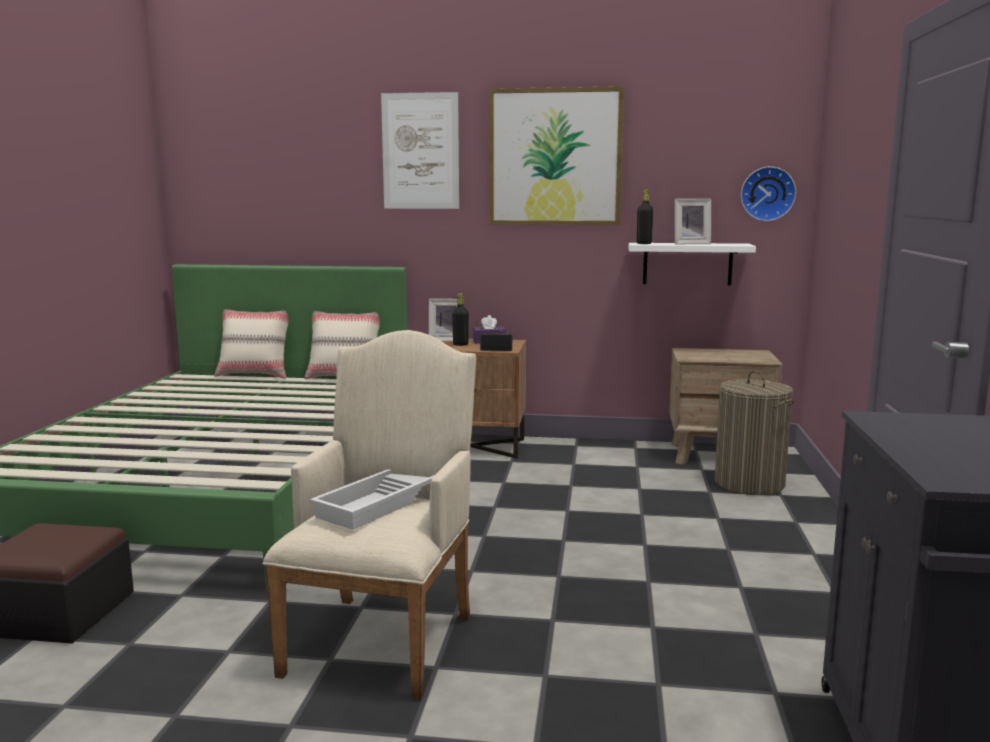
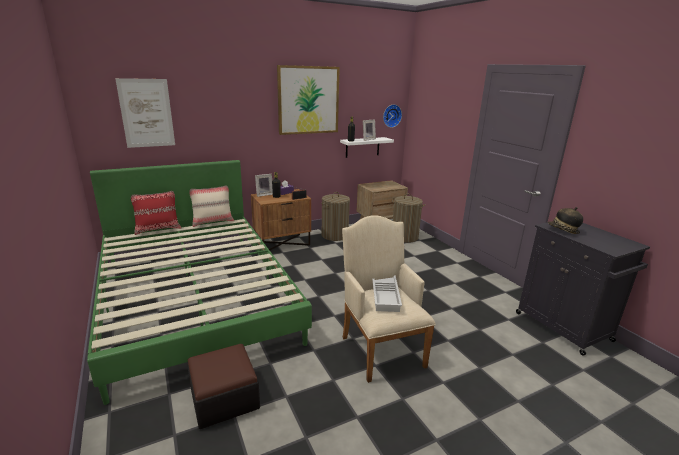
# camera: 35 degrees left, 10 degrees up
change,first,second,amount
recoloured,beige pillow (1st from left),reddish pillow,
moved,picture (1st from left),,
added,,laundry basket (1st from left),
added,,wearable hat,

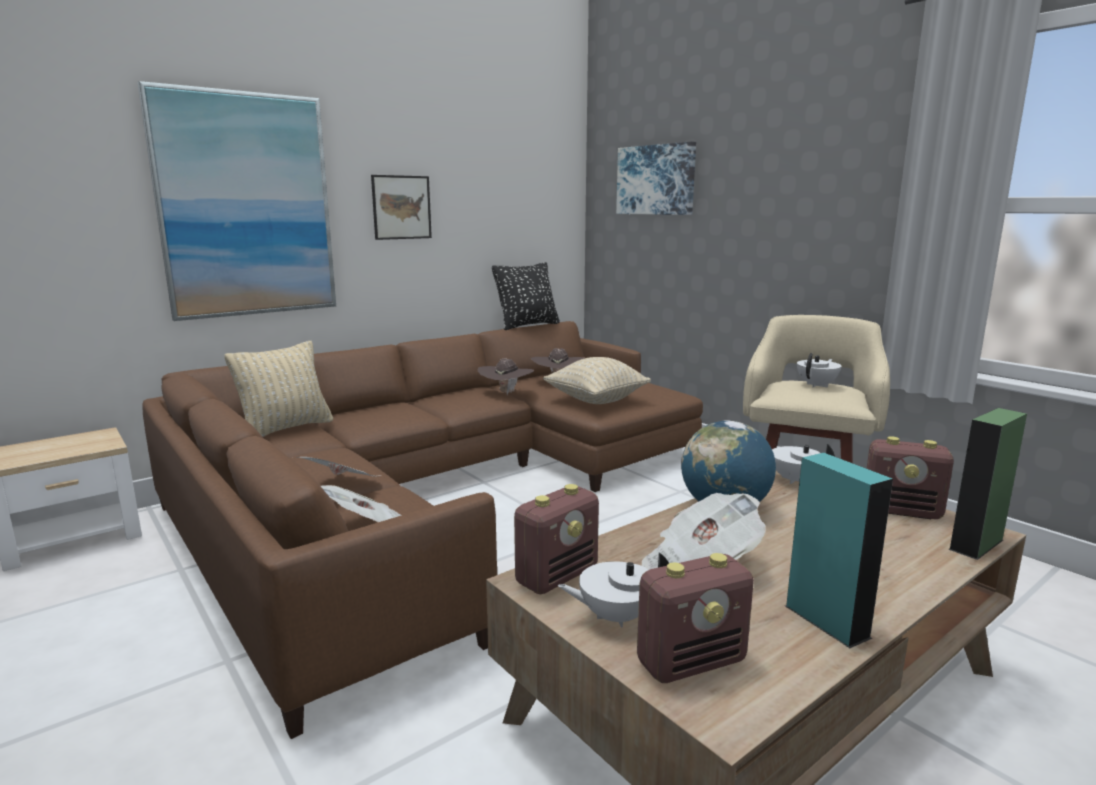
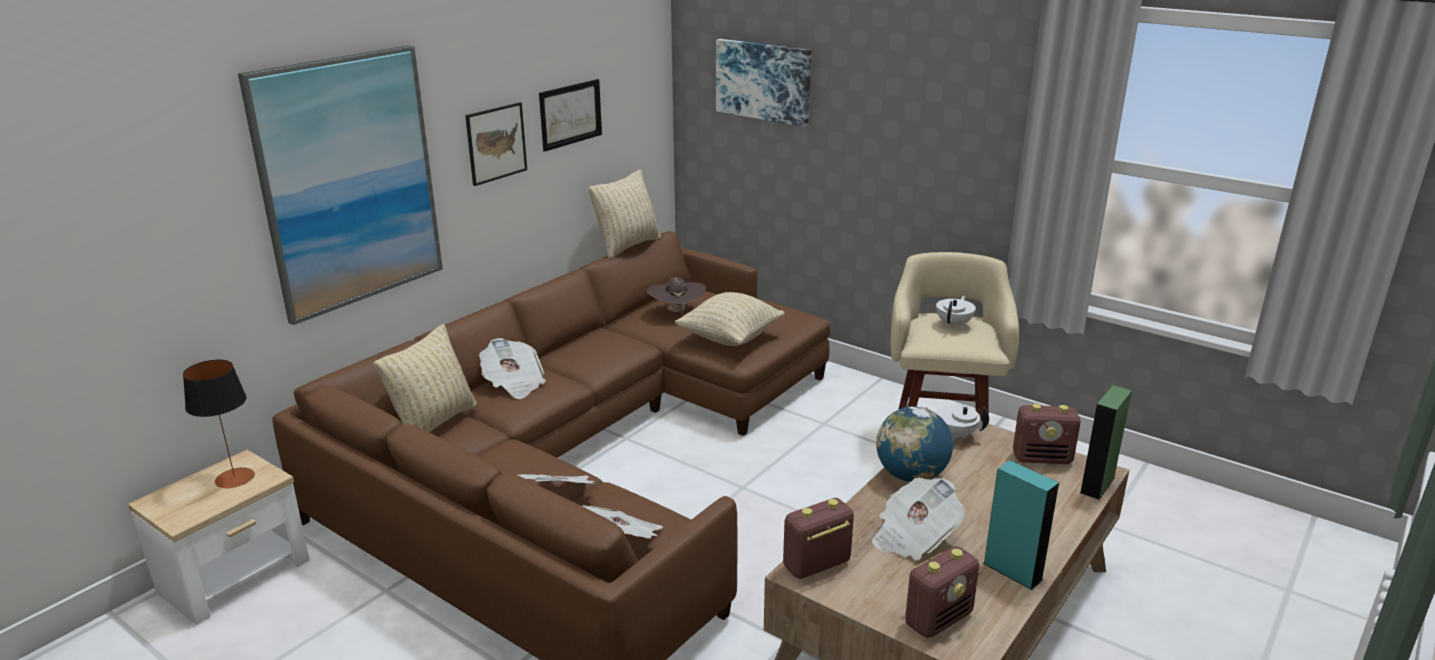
# camera: 15 degrees left, 10 degrees up
change,first,second,amount
removed,brown-coloured wearable hat (1st from left),,
recoloured,black pillow,beige pillow (2nd from left),
turned,radio receiver (1st from left),,150 degrees counterclockwise
removed,whitish pot for tea (1st from left),,
added,,lamp for a table,
added,,daily paper (1st from left),
added,,picture (3rd from left),

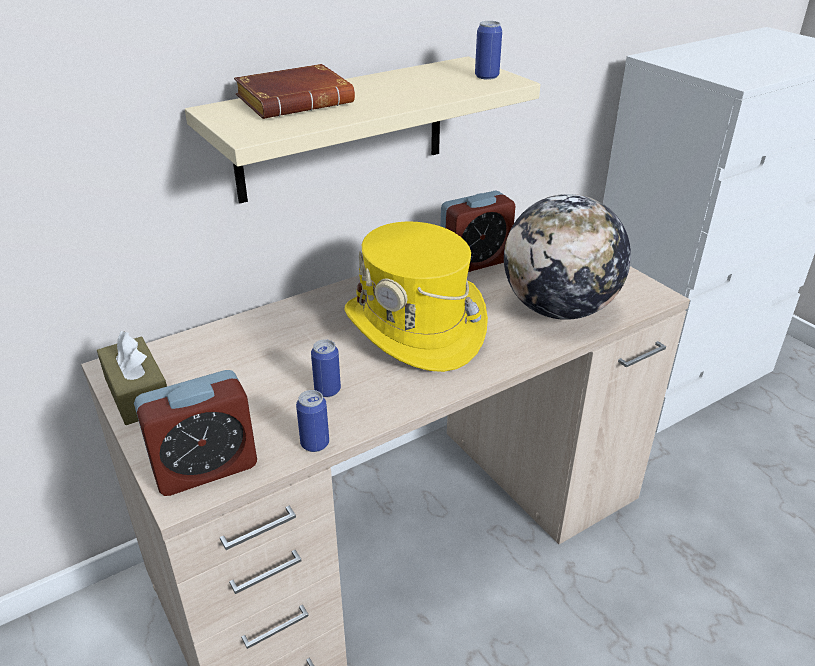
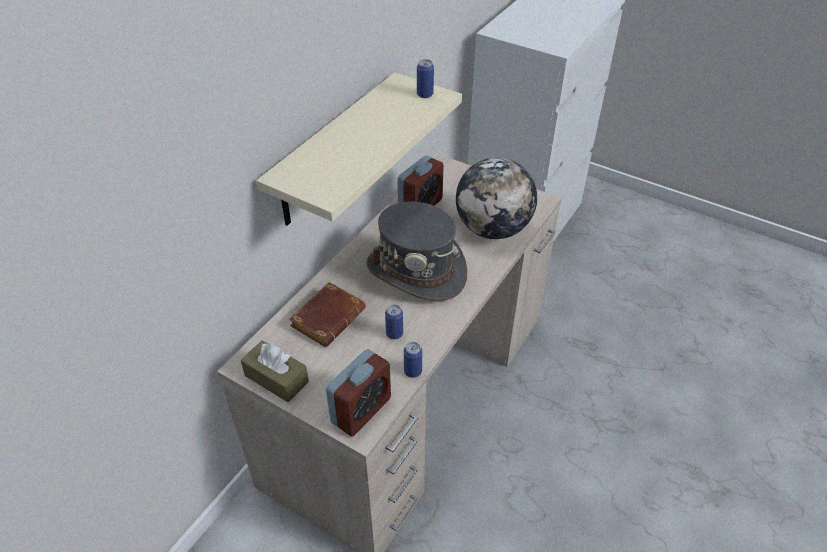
# camera: 25 degrees left, 10 degrees up
change,first,second,amount
moved,brown-coloured bound book,,
recoloured,yellow-coloured wearable hat,greyish wearable hat,

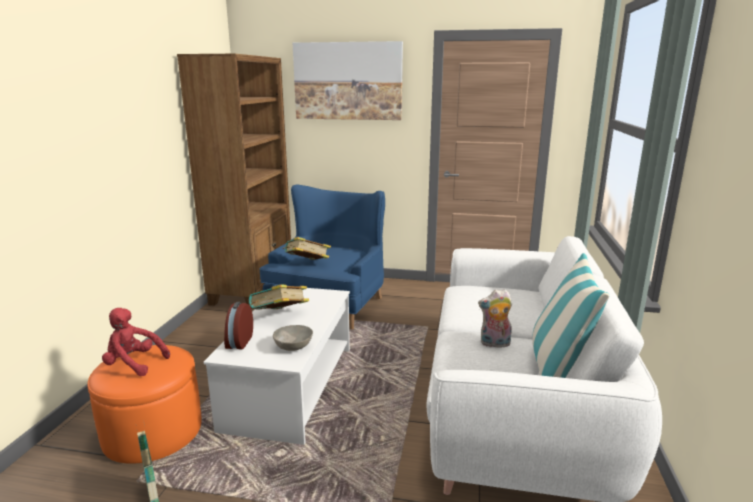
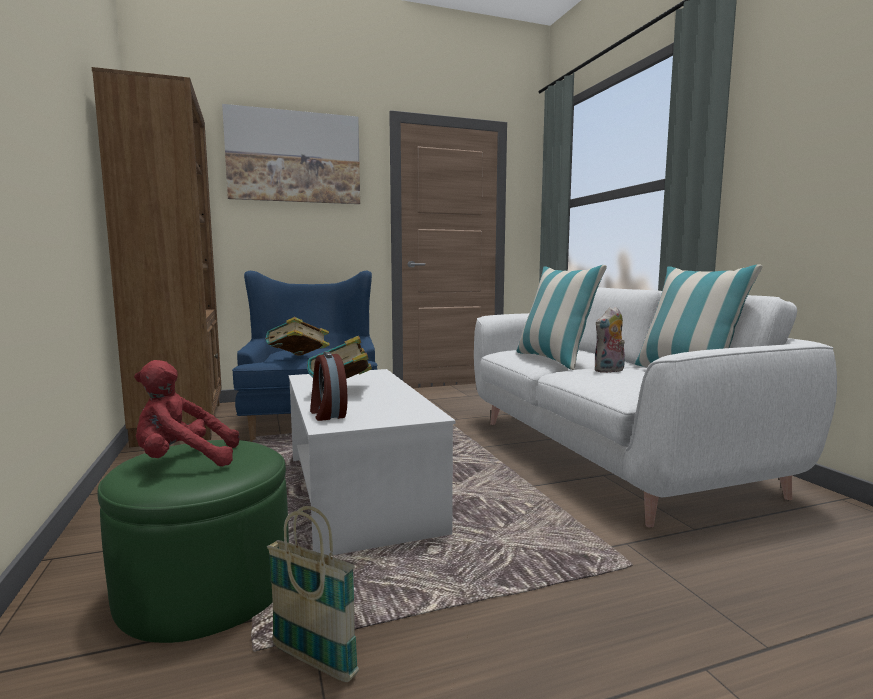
# camera: 30 degrees left, 10 degrees down
change,first,second,amount
recoloured,orangey footrest,green-coloured footrest,
removed,greyish serving bowl,,
added,,pillow (1st from left),

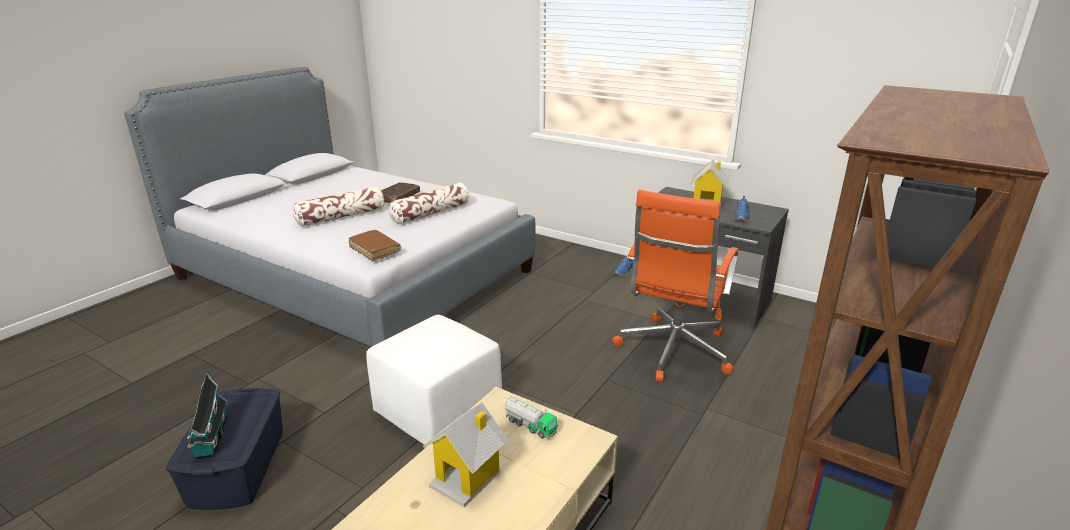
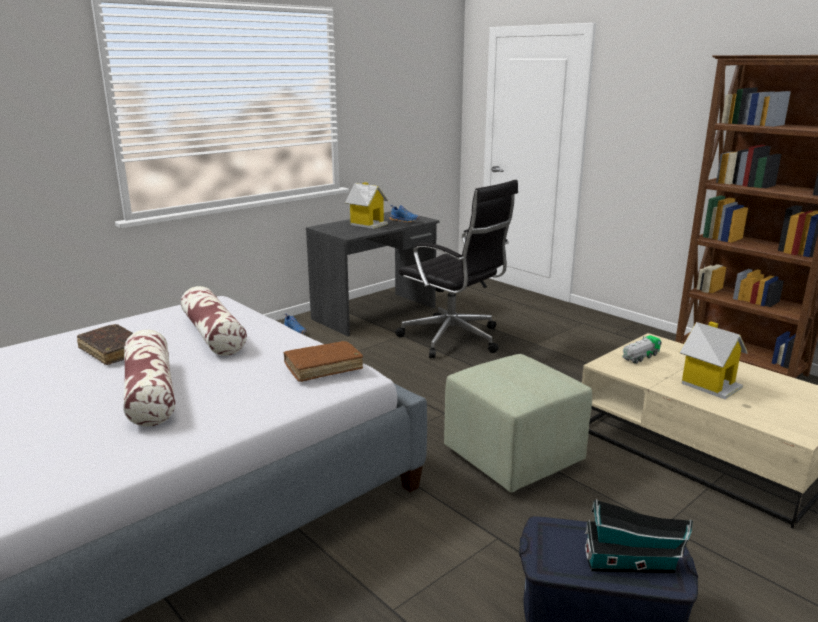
# camera: 75 degrees left, 5 degrees down
change,first,second,amount
recoloured,whitish footrest,green-coloured footrest,
recoloured,orangey desk chair,black desk chair,

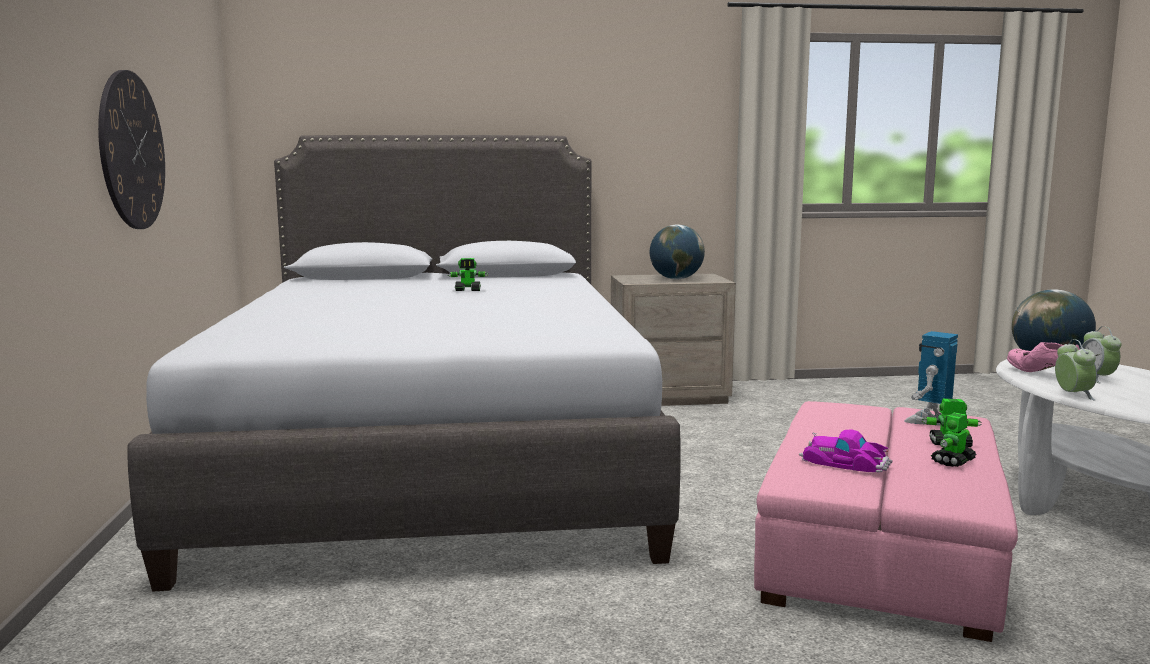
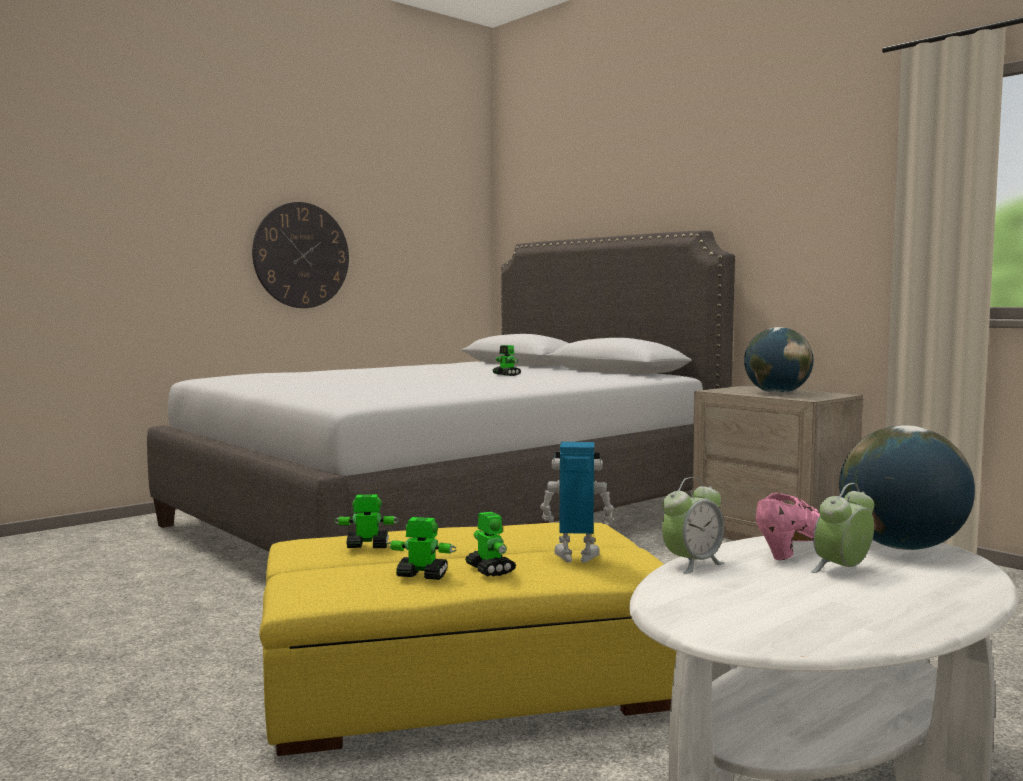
# camera: 55 degrees right, 5 degrees down
change,first,second,amount
recoloured,pink-coloured footrest,yellow-coloured footrest,
replaced,toy car,robot figure (1st from left),

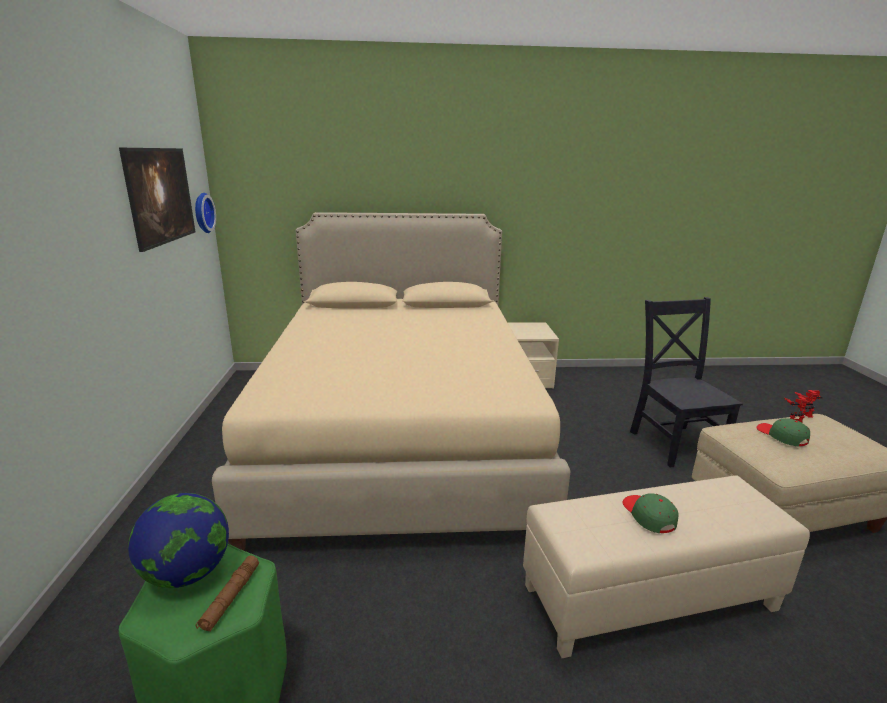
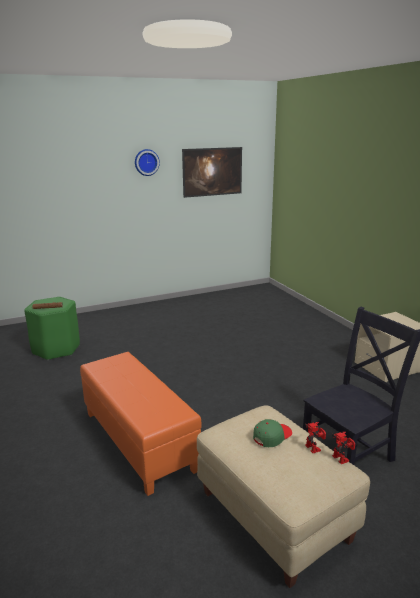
# camera: 70 degrees right, 0 degrees up
change,first,second,amount
removed,globe,,
moved,clock on the wall,,
removed,beige bed,,
recoloured,beige footrest (1st from left),orangey footrest,
removed,green-coloured peaked cap (1st from left),,

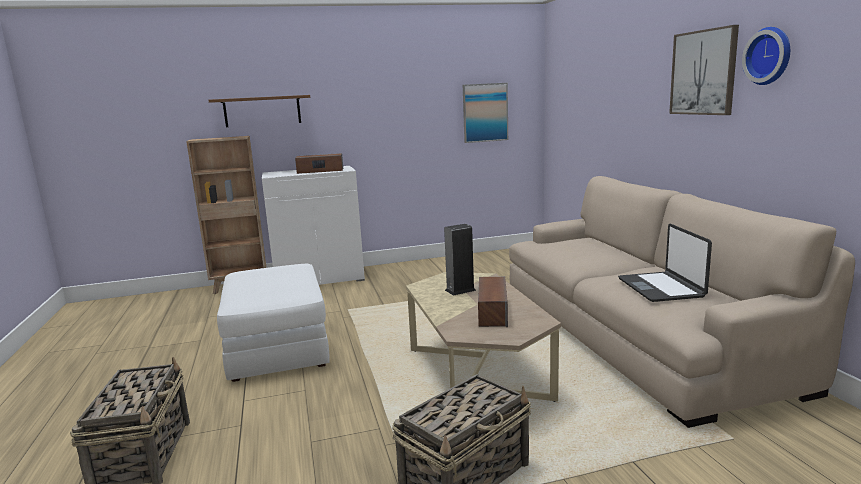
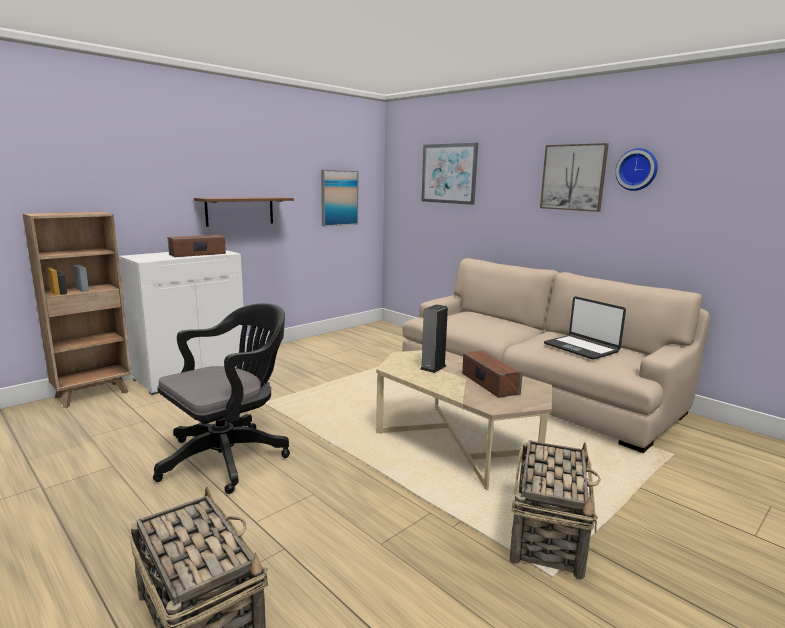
# camera: 30 degrees left, 0 degrees up
change,first,second,amount
moved,brown-coloured bracket shelf,,
replaced,whitish footrest,black desk chair,
added,,picture (2nd from left),

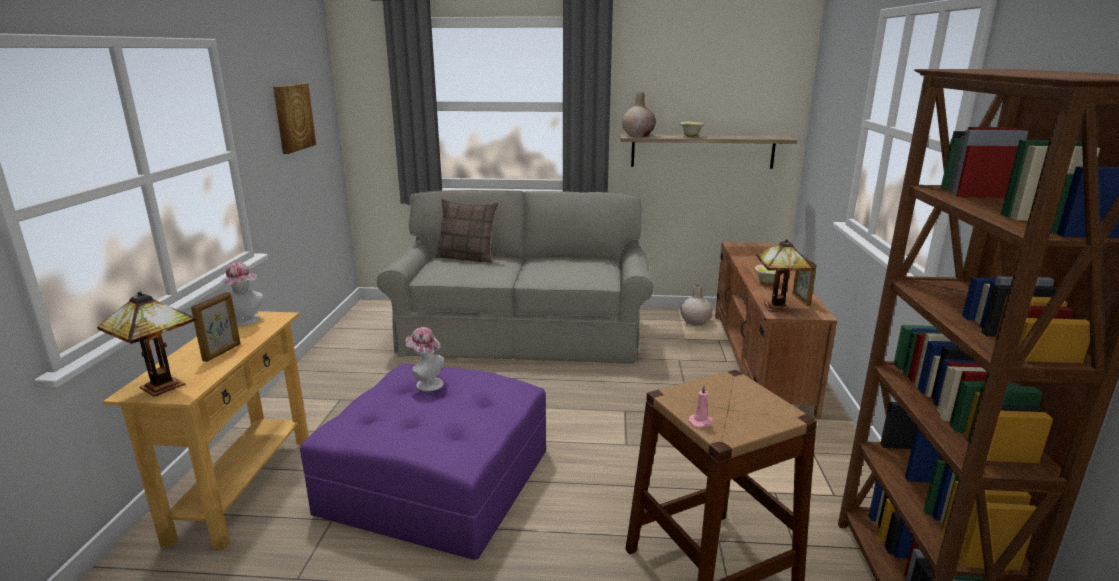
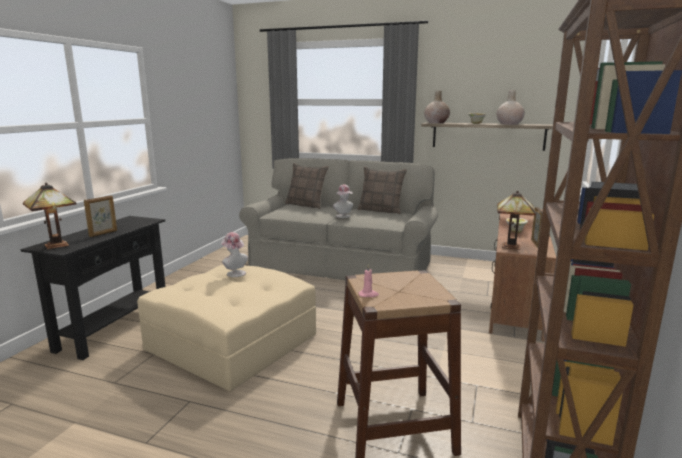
# camera: 15 degrees right, 5 degrees down
change,first,second,amount
recoloured,beige console table,black console table,
moved,wearable hat (1st from left in the first image),wearable hat (2nd from left),
removed,picture,,
recoloured,purple-coloured footrest,beige footrest,
moved,beige decorative vase (2nd from left),,
added,,pillow (2nd from left),

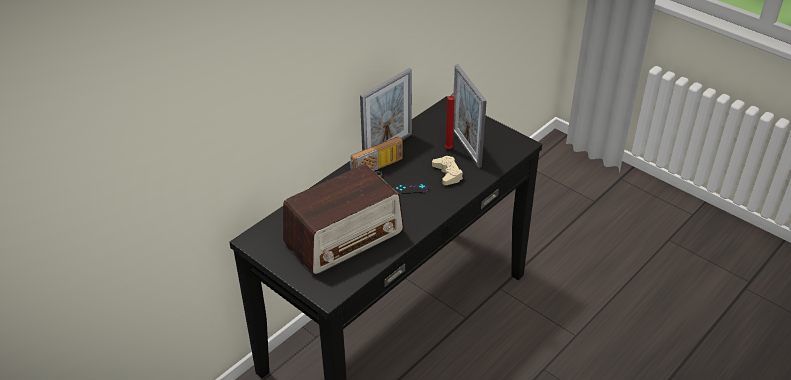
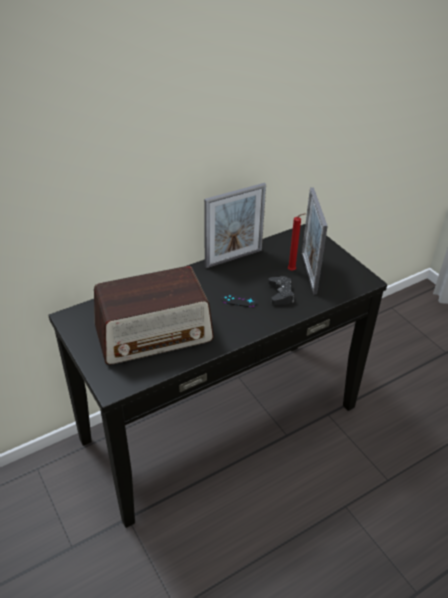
# camera: 15 degrees right, 0 degrees up
change,first,second,amount
removed,radio receiver (2nd from left),,
recoloured,beige game controller,black game controller (2nd from left),

